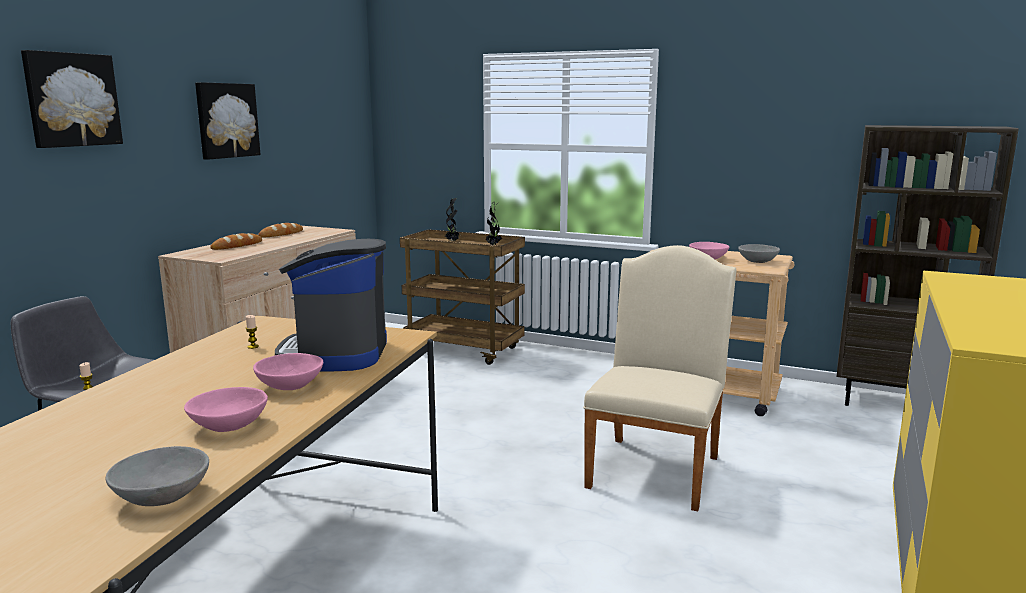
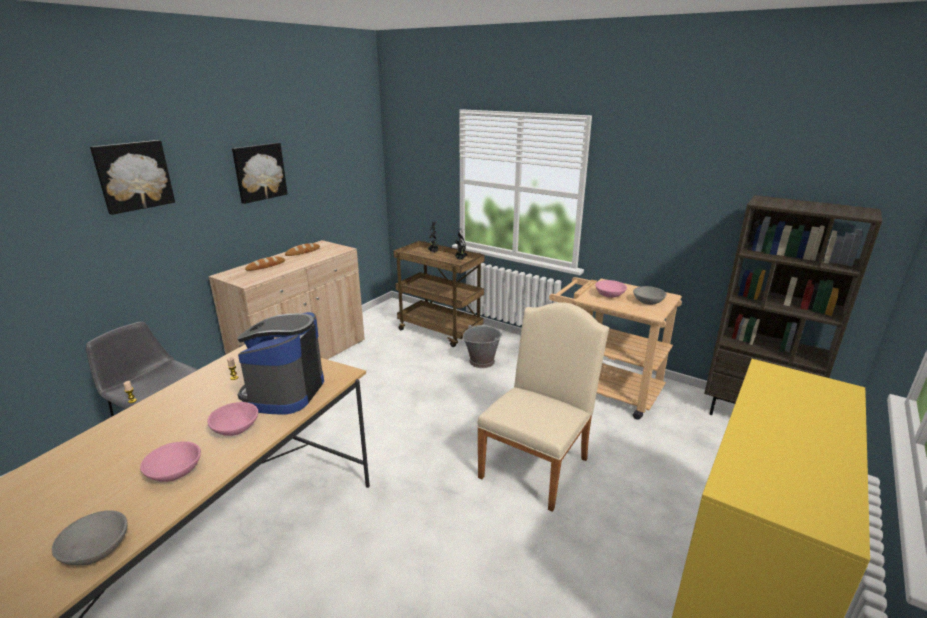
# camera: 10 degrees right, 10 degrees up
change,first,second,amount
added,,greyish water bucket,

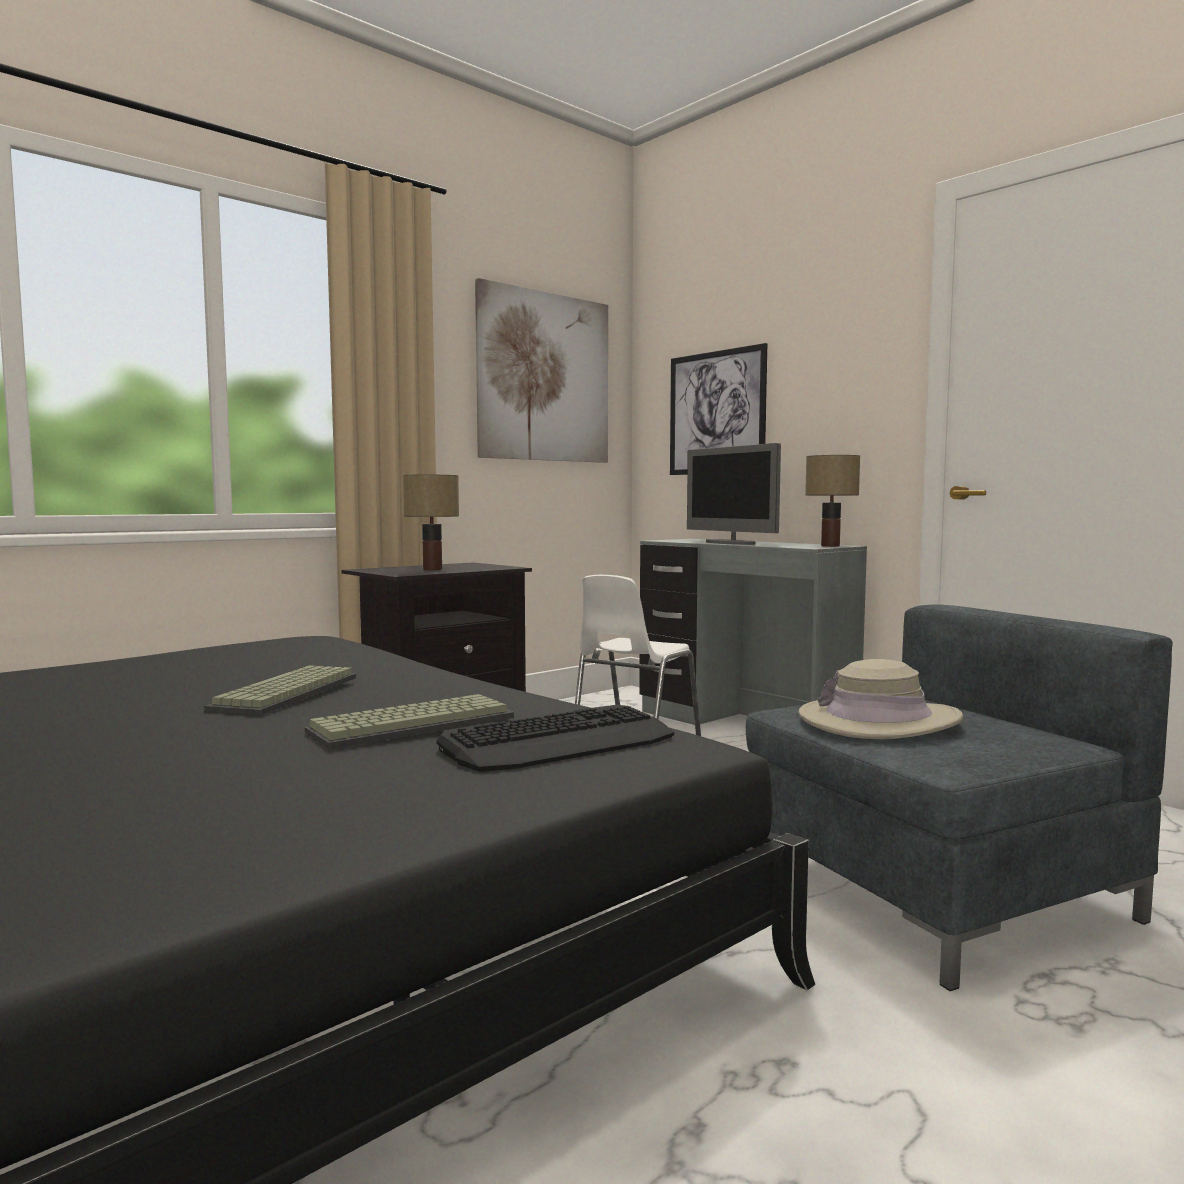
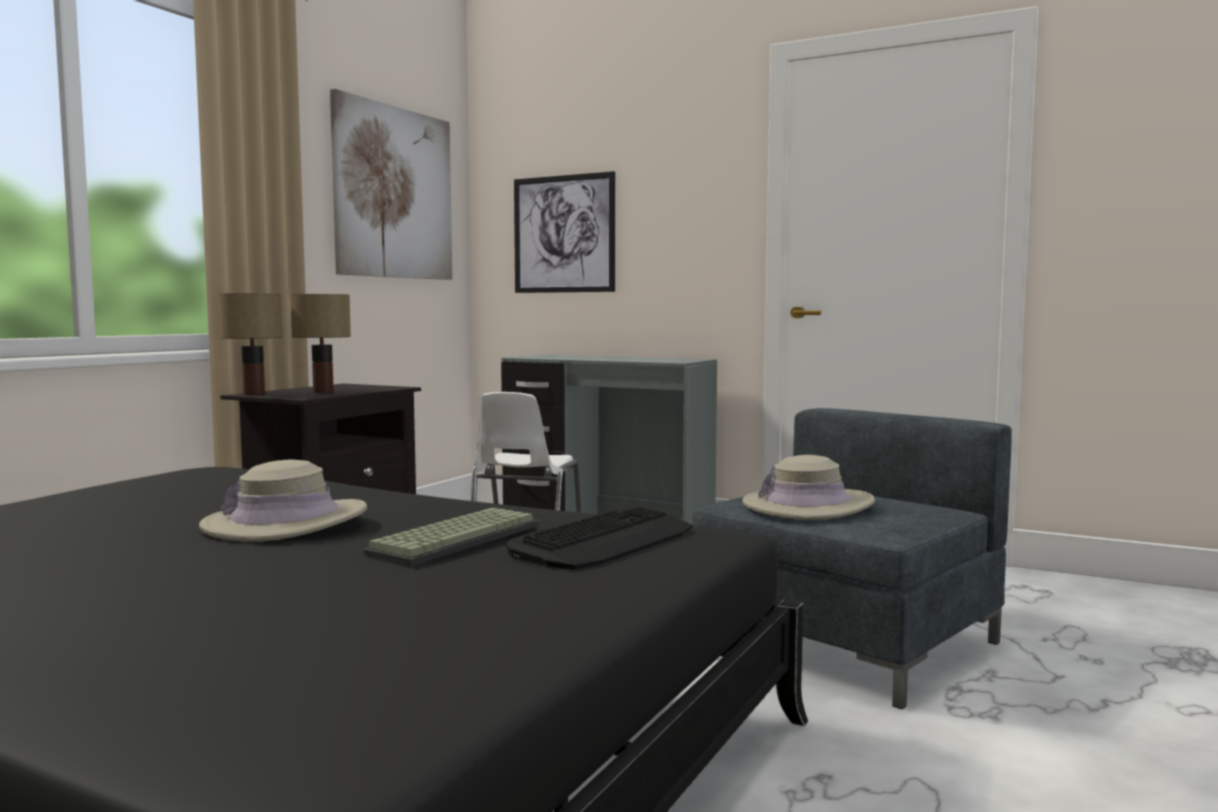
# camera: 20 degrees left, 0 degrees up
change,first,second,amount
replaced,keyboard (1st from left),beige wearable hat (1st from left),
removed,monitor,,
moved,lamp for a table (2nd from left in the first image),lamp for a table (1st from left),

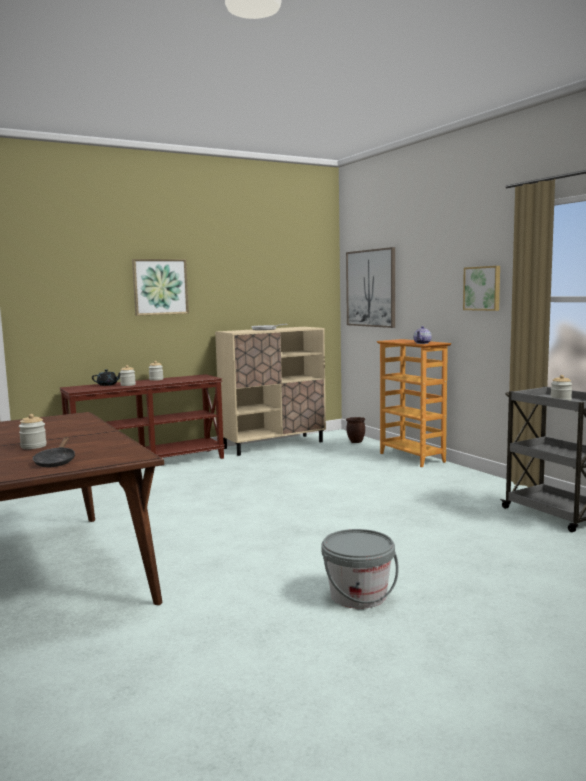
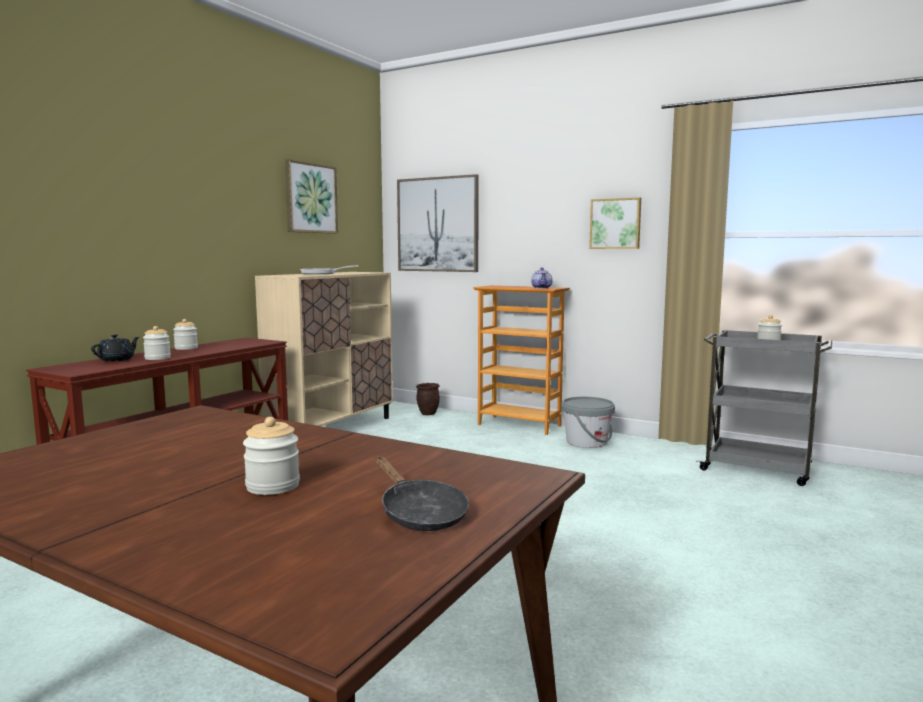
# camera: 30 degrees left, 0 degrees up
change,first,second,amount
moved,picture (1st from left),,
moved,greyish water bucket,,

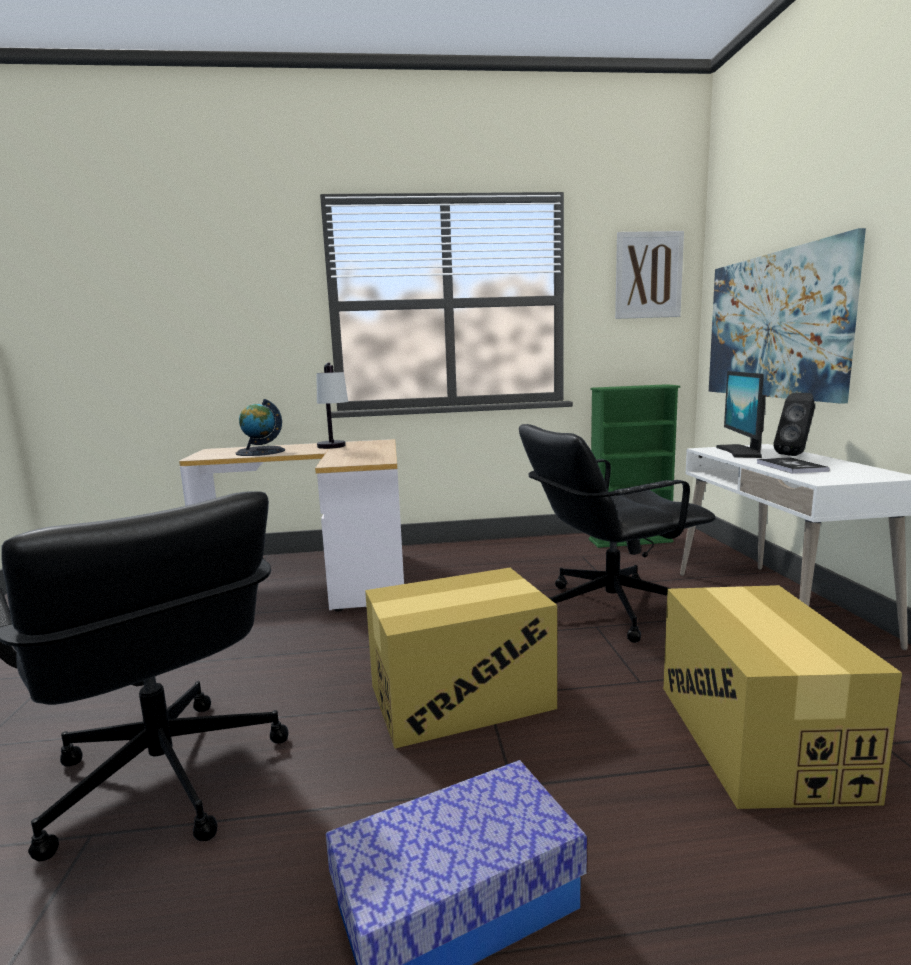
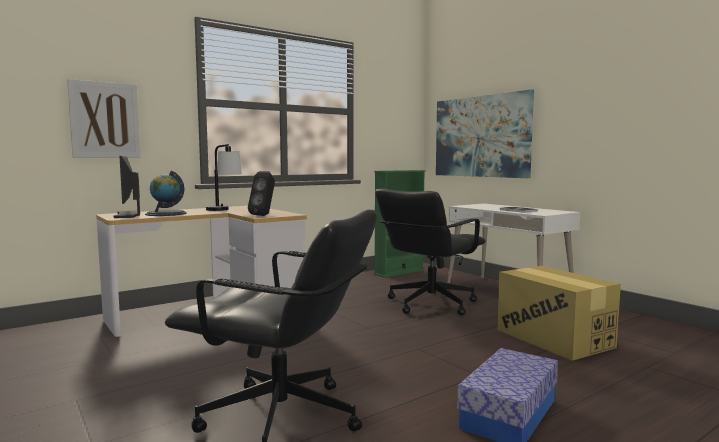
# camera: 30 degrees left, 5 degrees down
change,first,second,amount
removed,packing box (1st from left),,
moved,picture (1st from left),,
moved,monitor,,
moved,black speaker,,

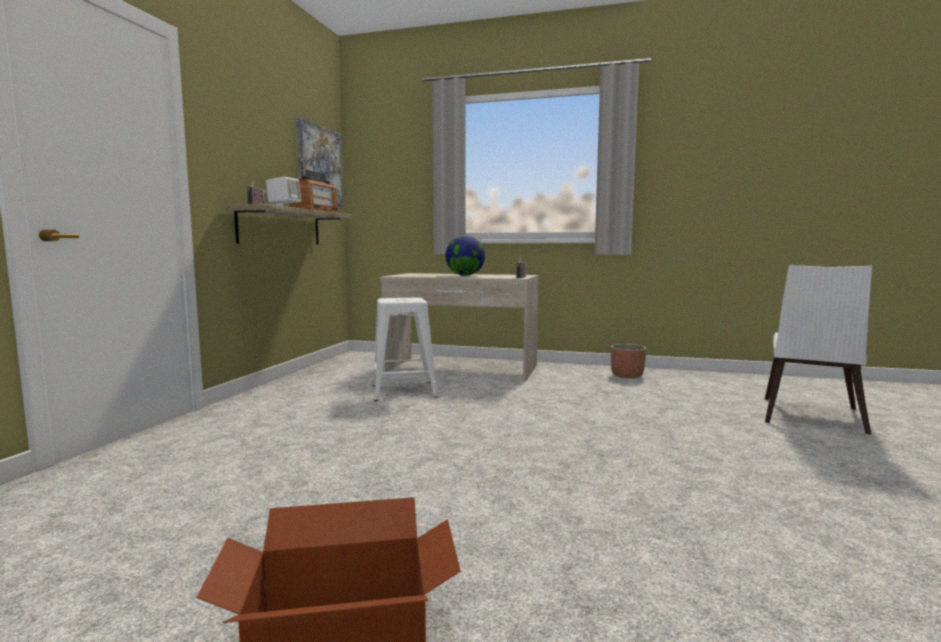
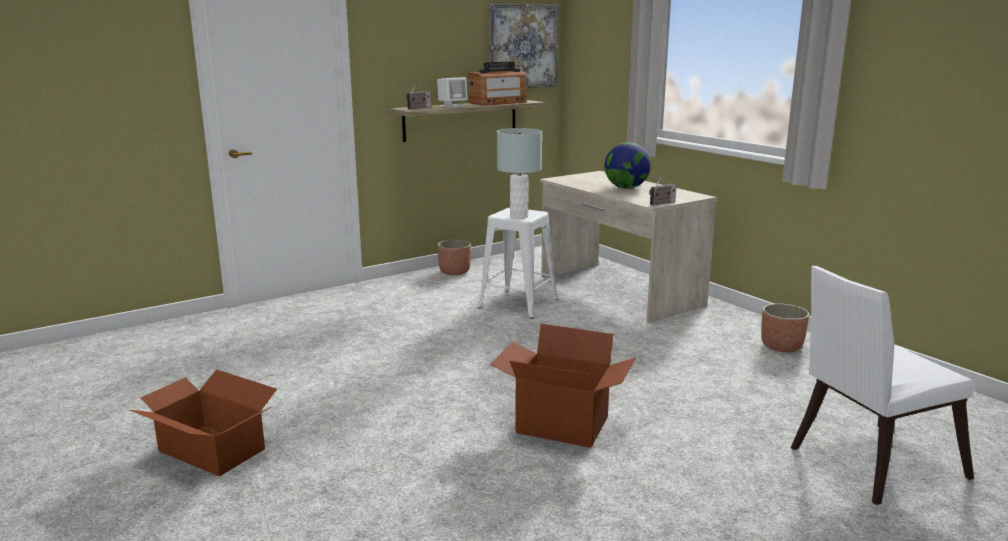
# camera: 40 degrees right, 10 degrees up
change,first,second,amount
added,,planter (1st from left),
added,,packing box (2nd from left),
added,,greyish lamp for a table,

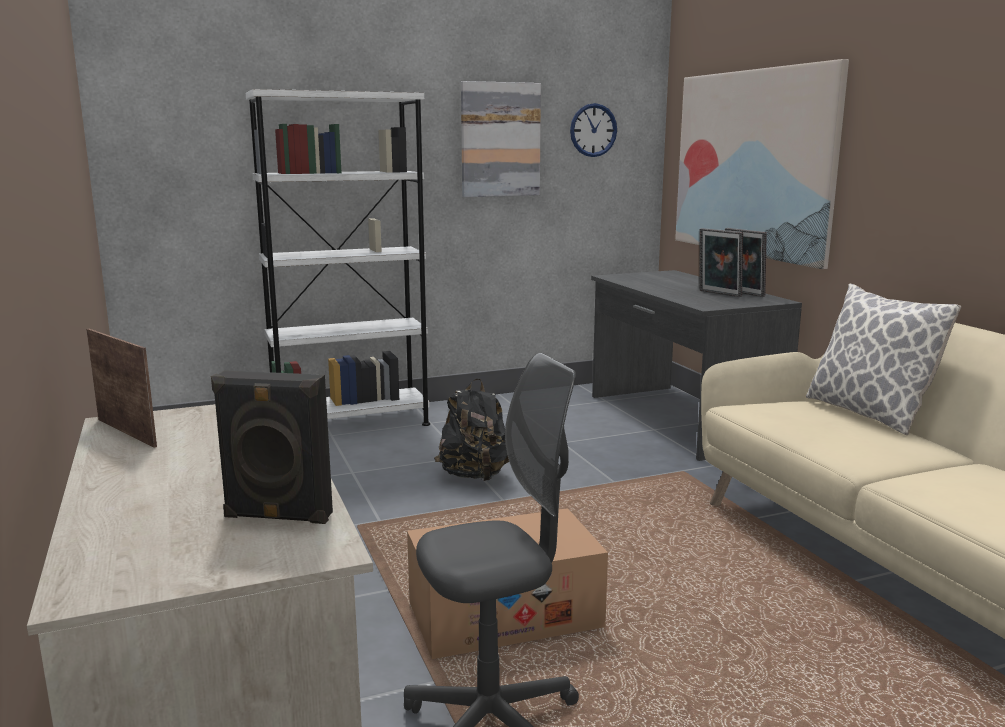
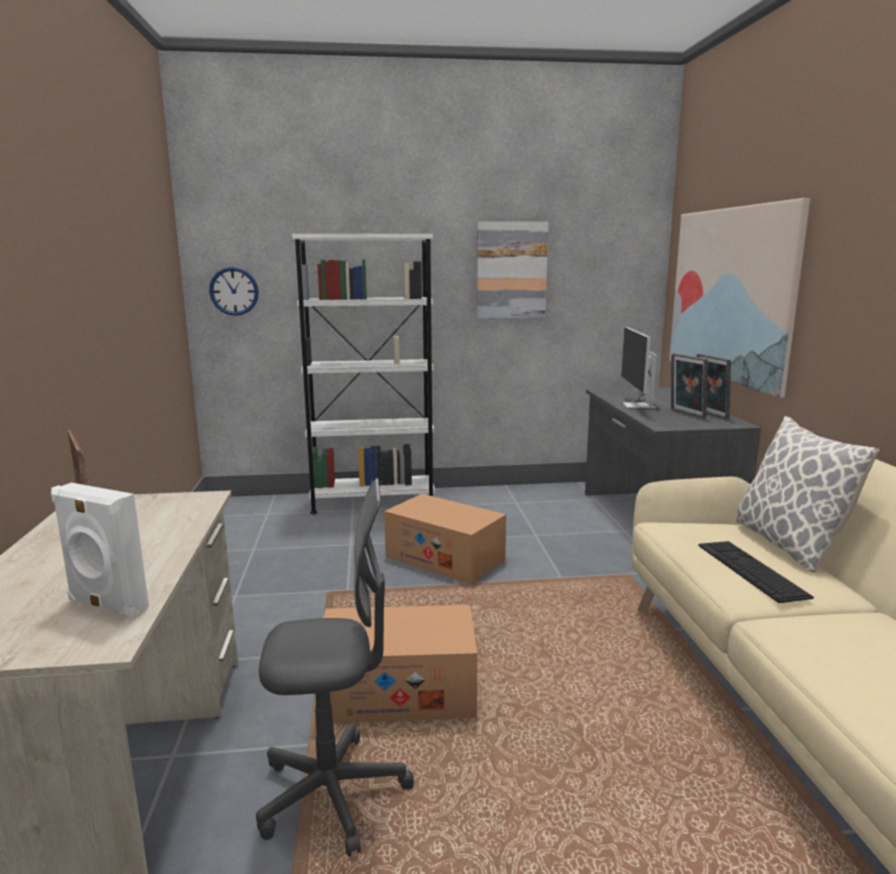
# camera: 15 degrees right, 0 degrees up
change,first,second,amount
recoloured,black speaker,whitish speaker,
replaced,black knapsack,packing box (2nd from left),
moved,clock on the wall,,
added,,monitor,
added,,keyboard,

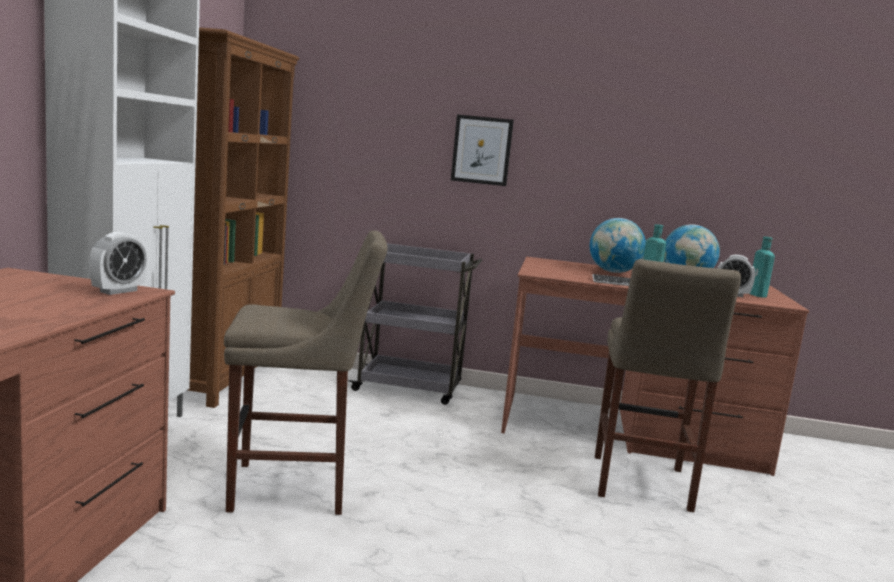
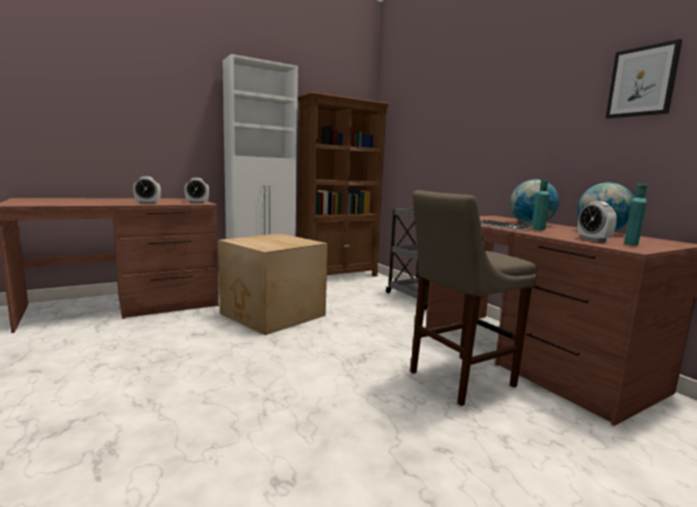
# camera: 50 degrees right, 0 degrees up
change,first,second,amount
replaced,beige stool seat (1st from left),packing box,
moved,picture,,
added,,alarm clock (1st from left),

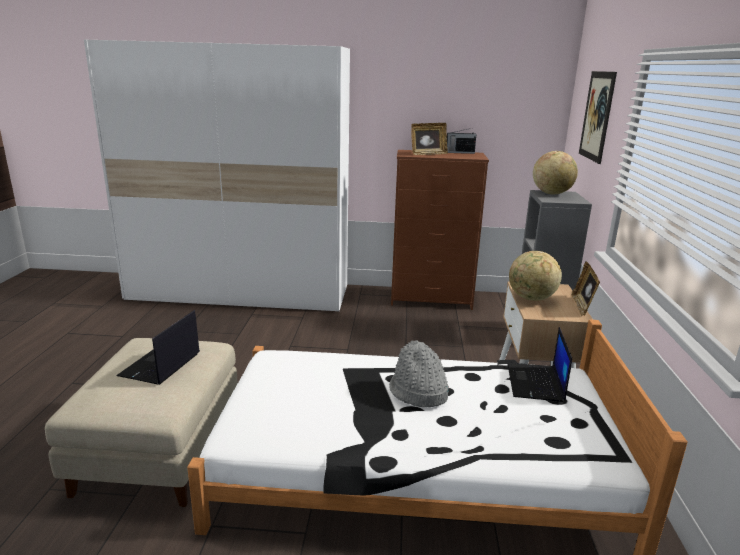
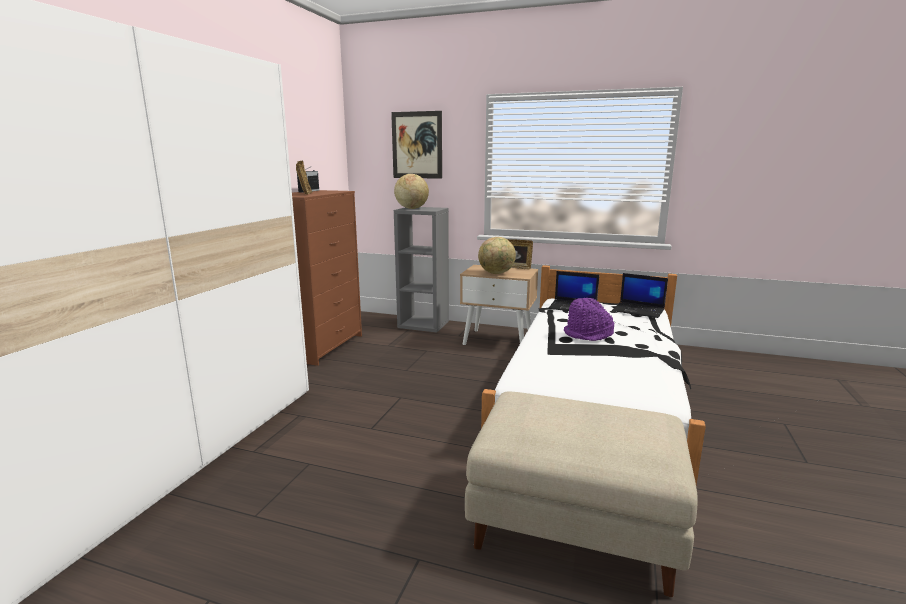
# camera: 75 degrees left, 5 degrees down
change,first,second,amount
moved,portable computer (1st from left in the first image),portable computer (2nd from left),
recoloured,greyish wearable hat,purple-coloured wearable hat,

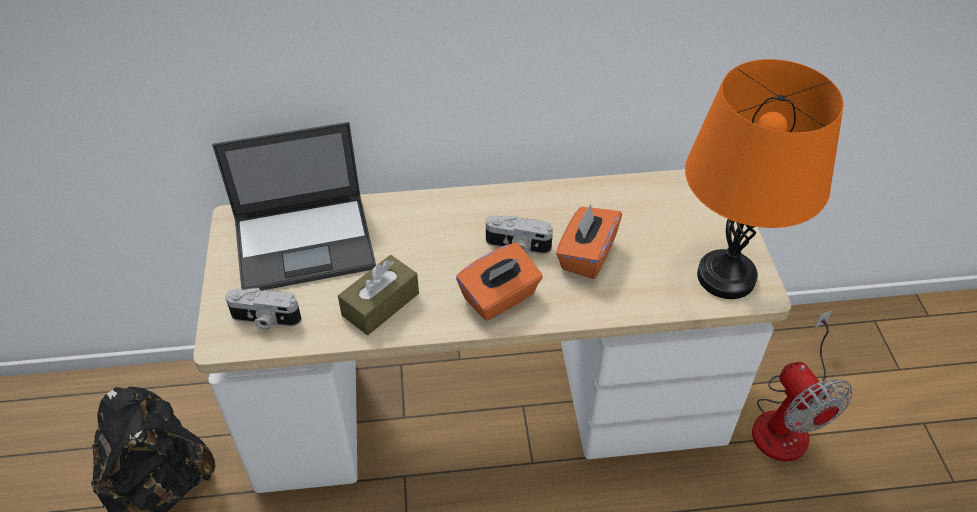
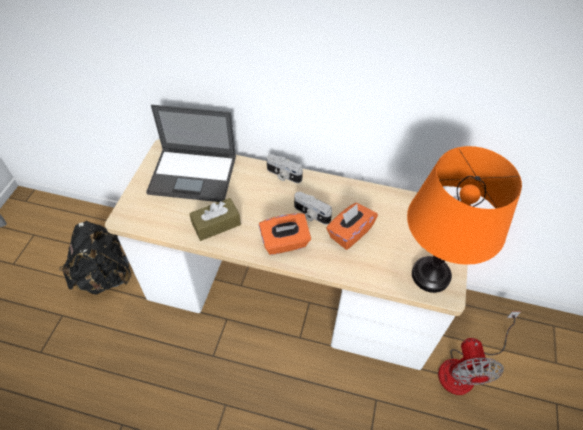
# camera: 20 degrees right, 5 degrees up
change,first,second,amount
moved,still camera (1st from left),,

